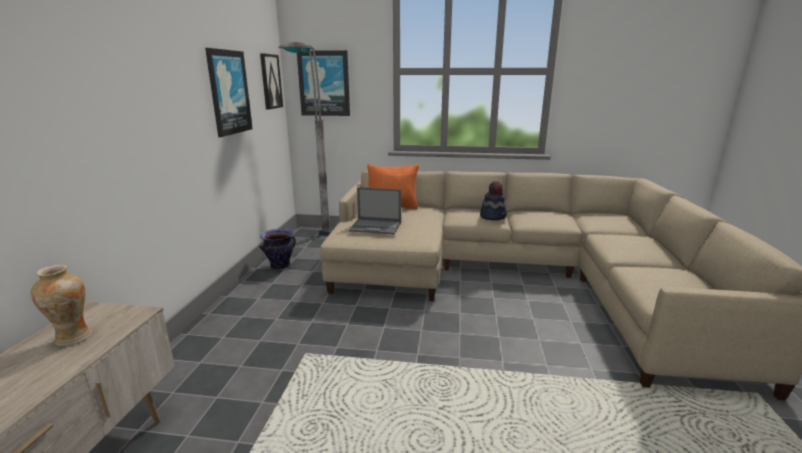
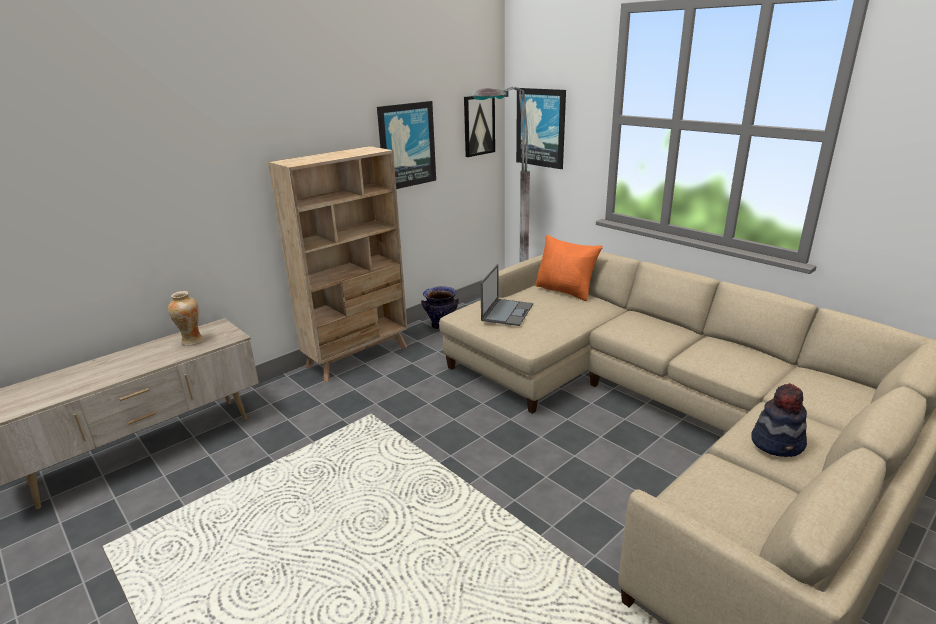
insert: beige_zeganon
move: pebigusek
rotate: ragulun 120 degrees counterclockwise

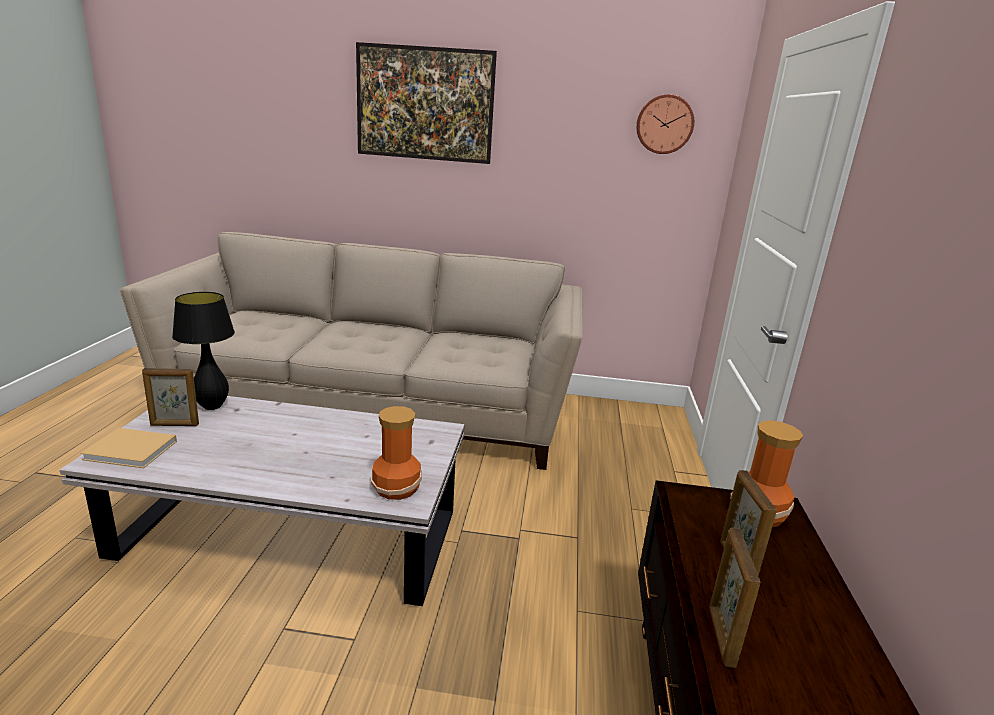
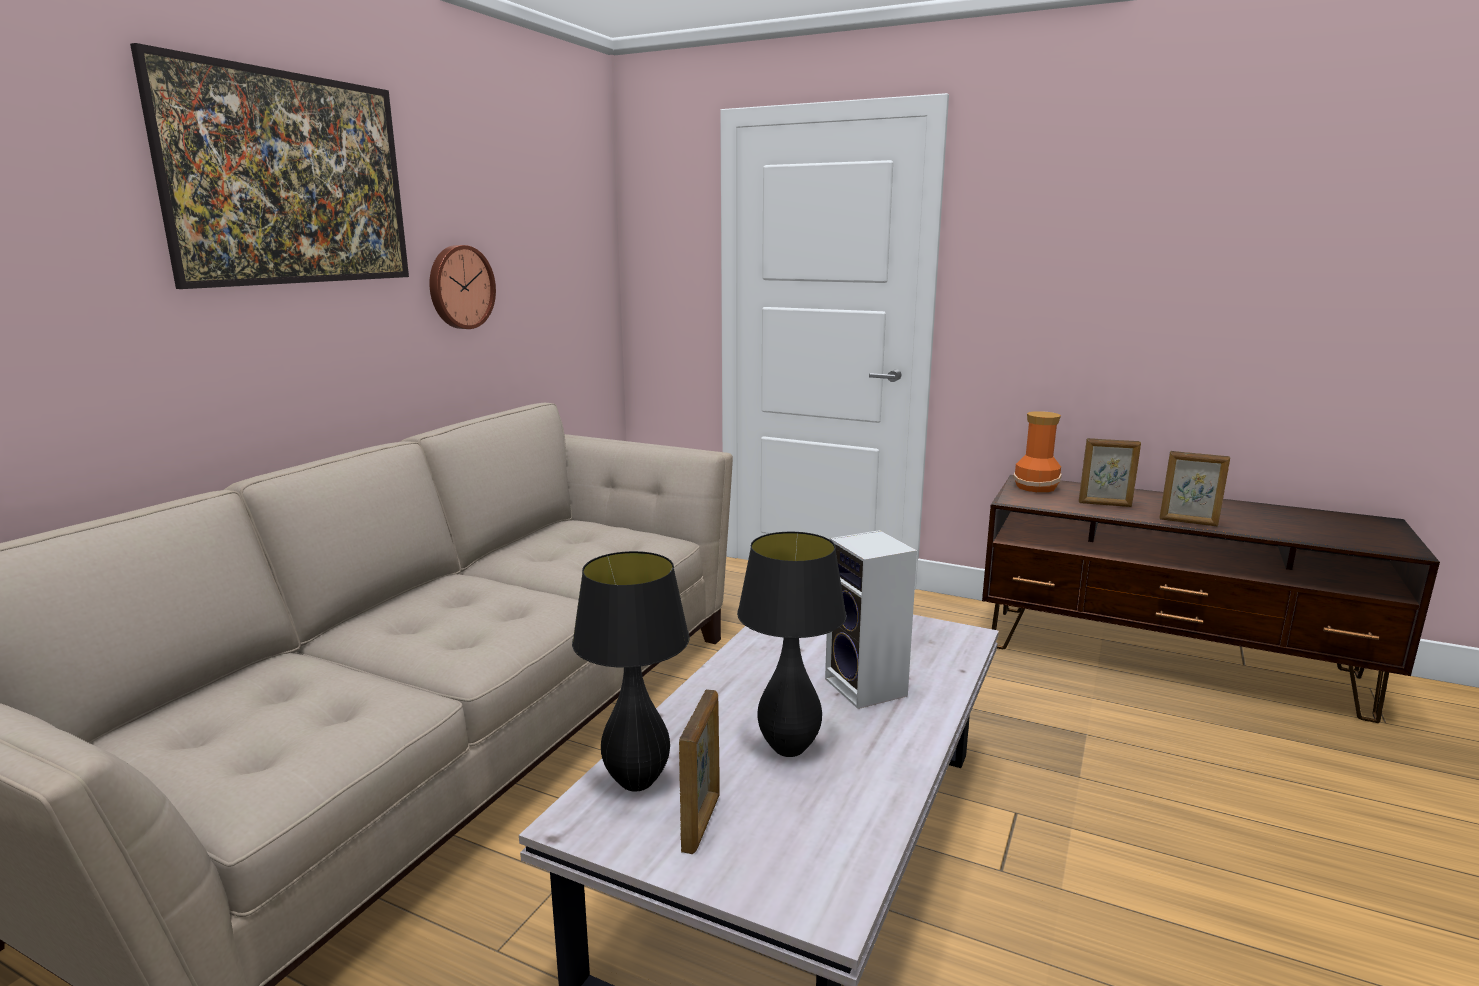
delete: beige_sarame; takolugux (1st from left)
insert: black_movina (2nd from left); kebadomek
move: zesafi

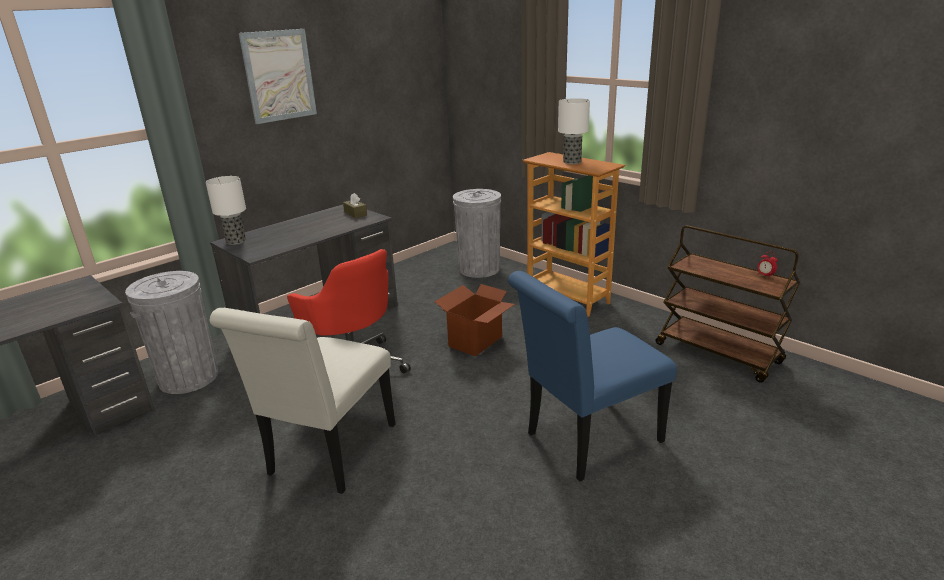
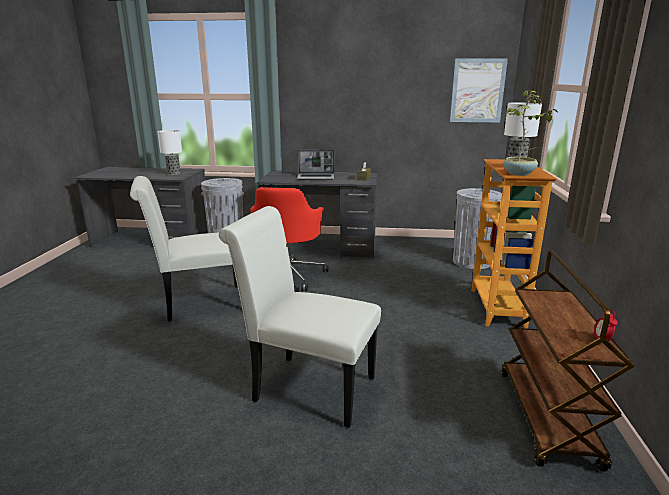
delete: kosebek
insert: ragulun; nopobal
move: movina (1st from left); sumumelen
recolor: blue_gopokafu to white_gopokafu (2nd from left)

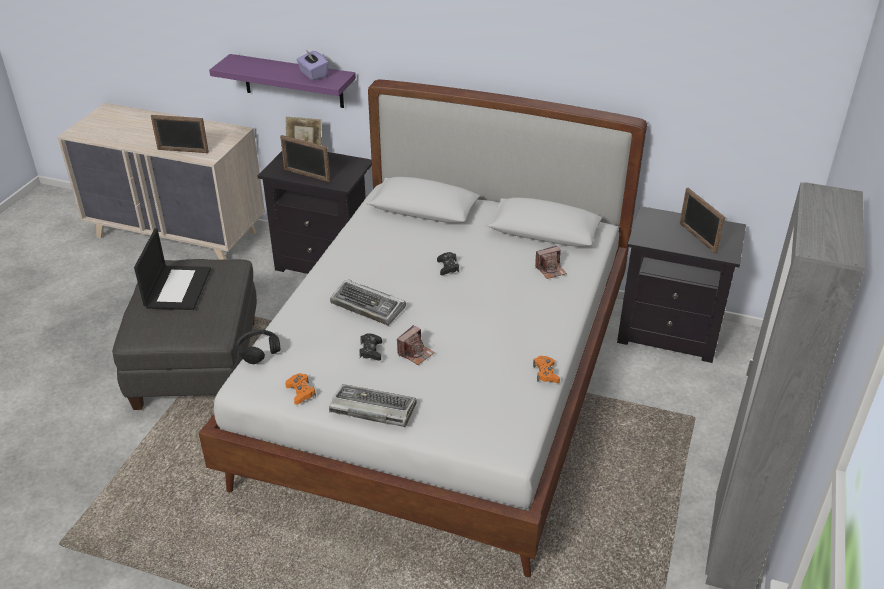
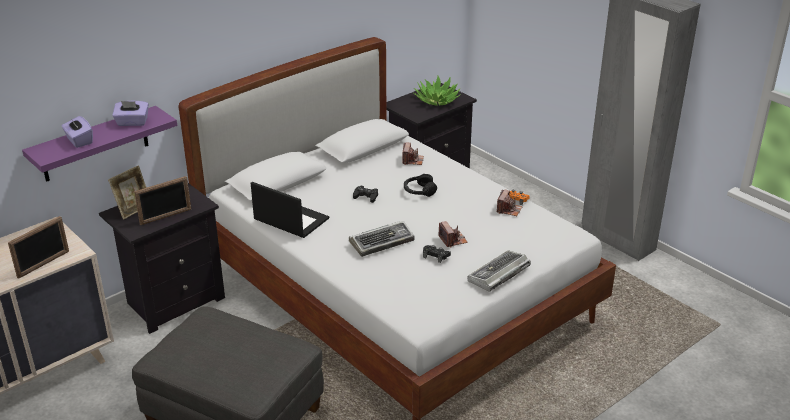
delete: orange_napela (1st from left)
insert: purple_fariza (1st from left); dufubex (3rd from left)
move: ragulun; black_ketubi
replace: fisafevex (4th from left) to nopobal

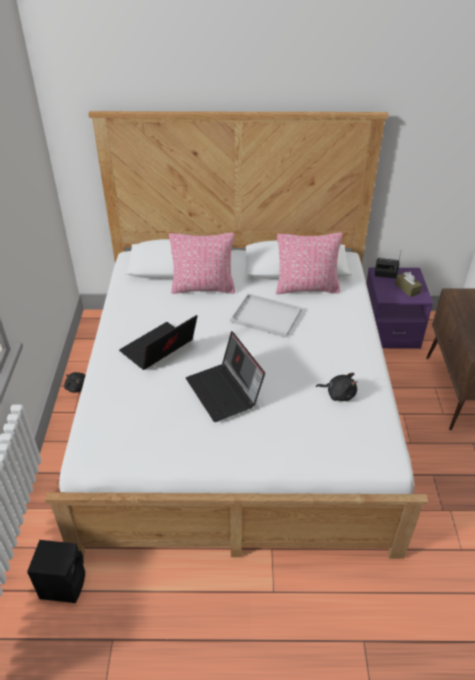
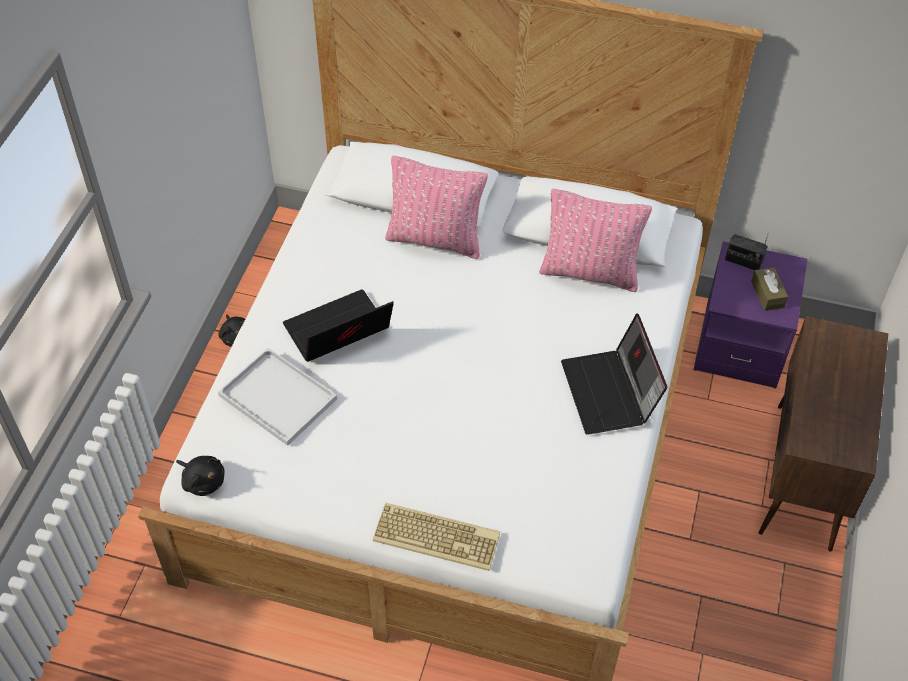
delete: black_kebadomek
insert: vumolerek
move: ragulun (2nd from left); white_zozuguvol; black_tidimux (2nd from left in the first image) to black_tidimux (1st from left)

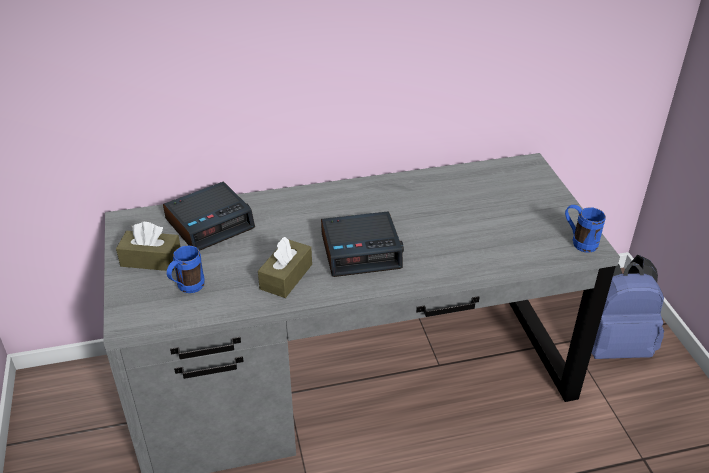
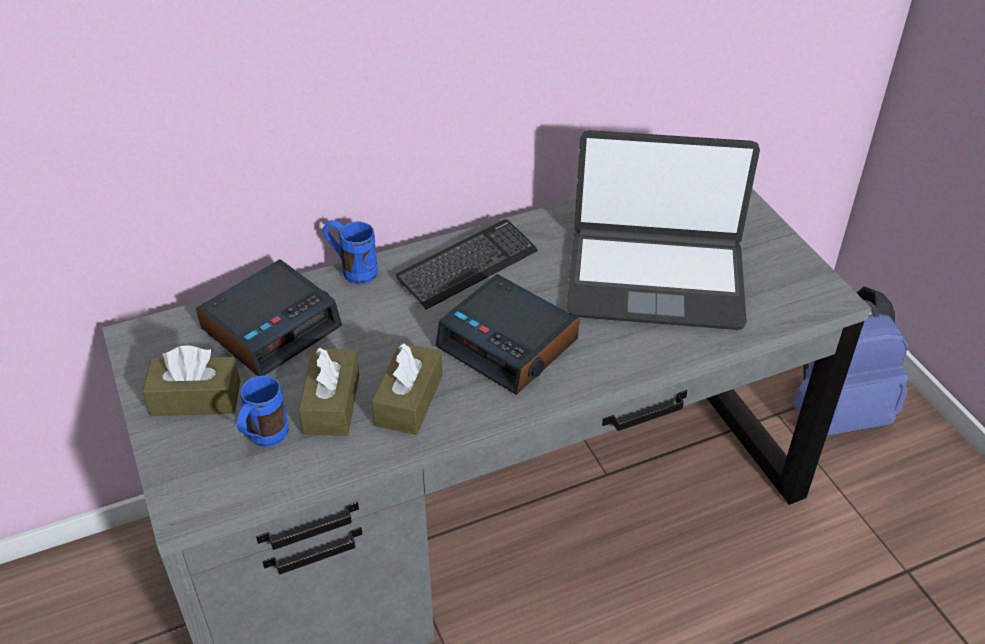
insert: brown_fariza (2nd from left); vumolerek; ragulun
move: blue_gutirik (2nd from left)
rotate: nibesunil (2nd from left) 60 degrees clockwise

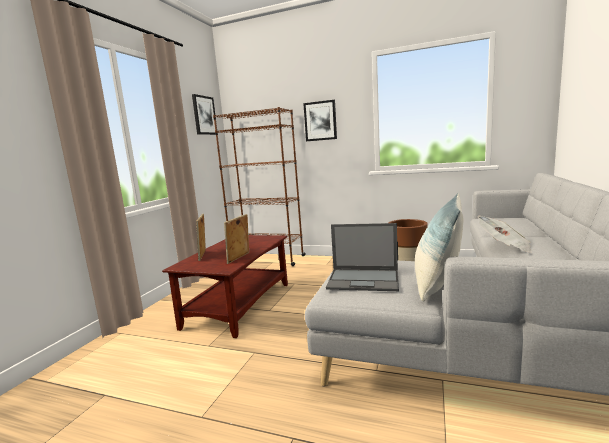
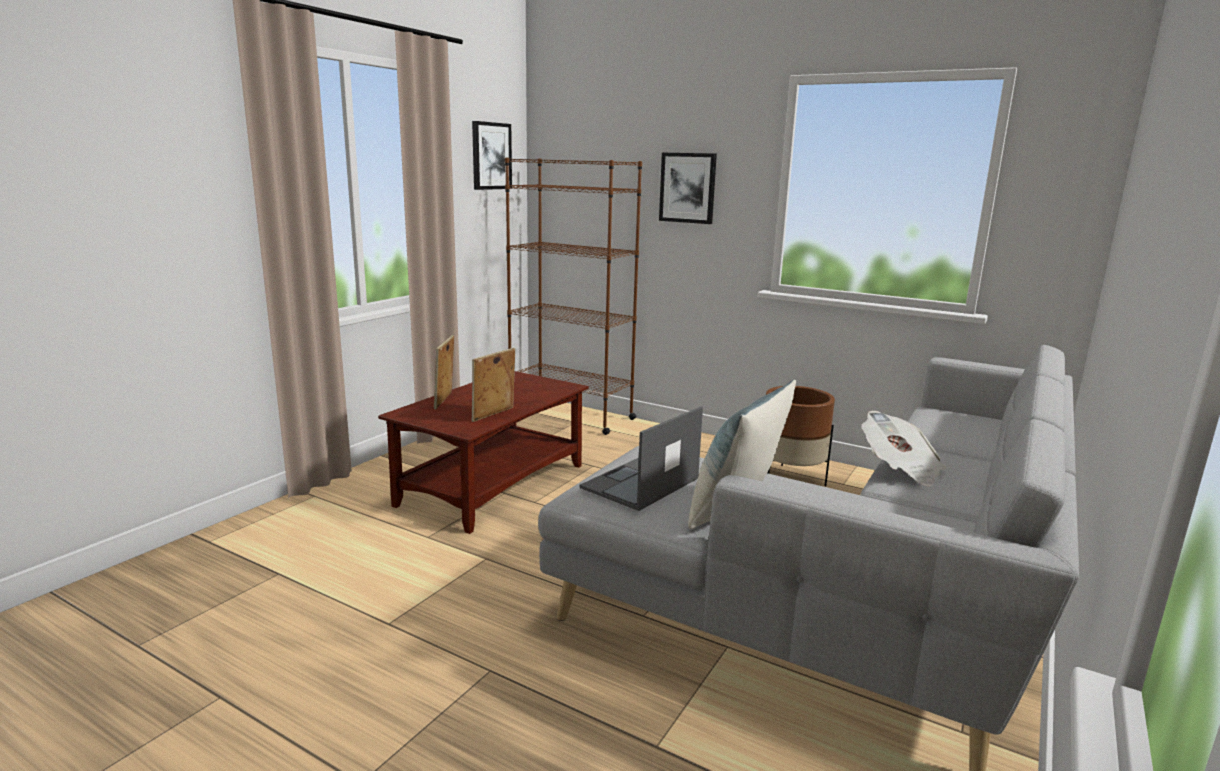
rotate: ragulun 105 degrees clockwise

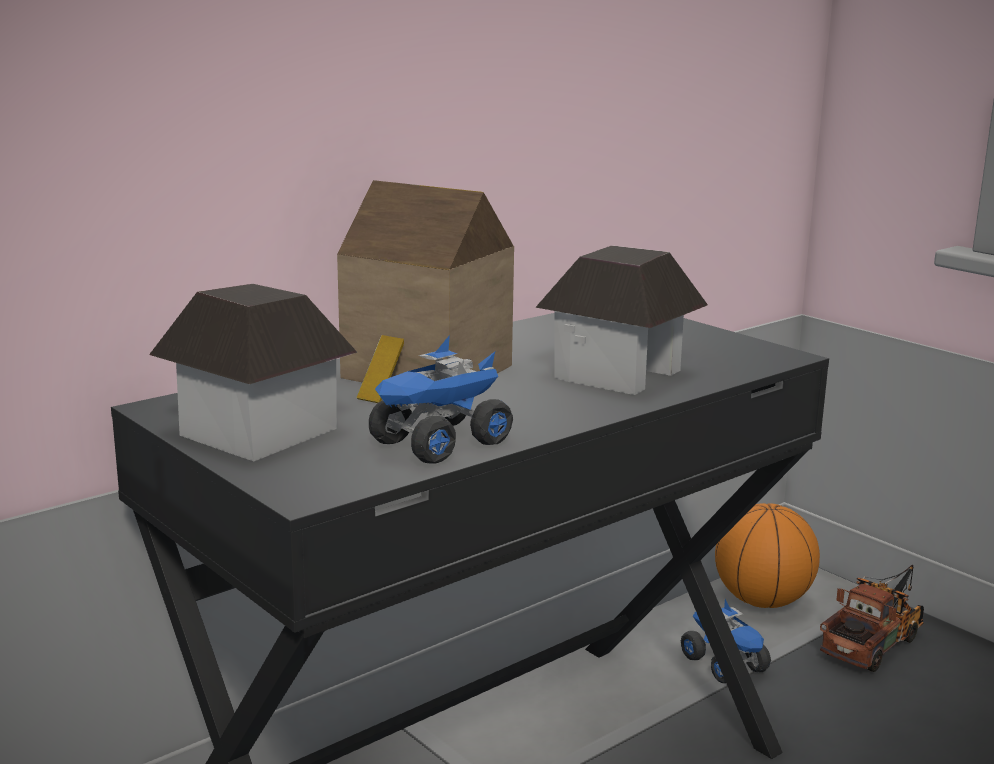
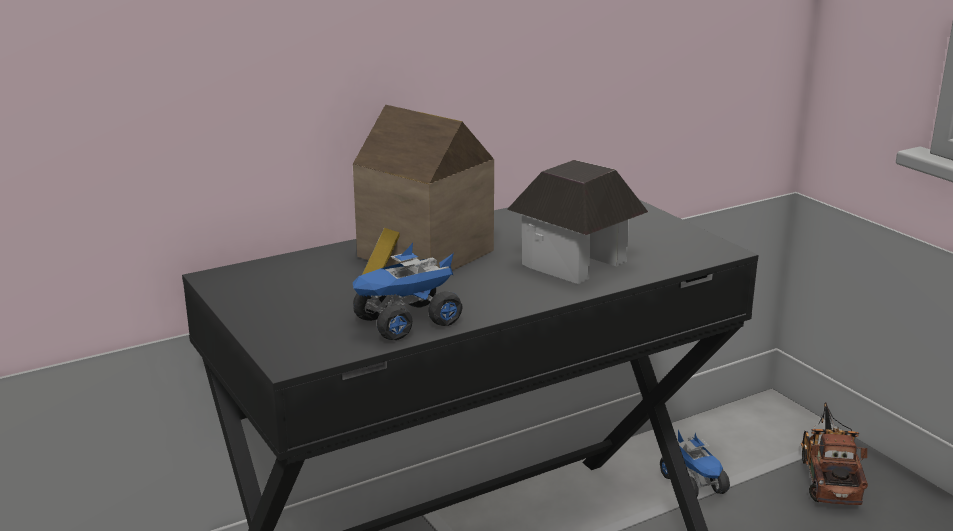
delete: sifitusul (1st from left); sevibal
rotate: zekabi (3rd from left) 45 degrees counterclockwise

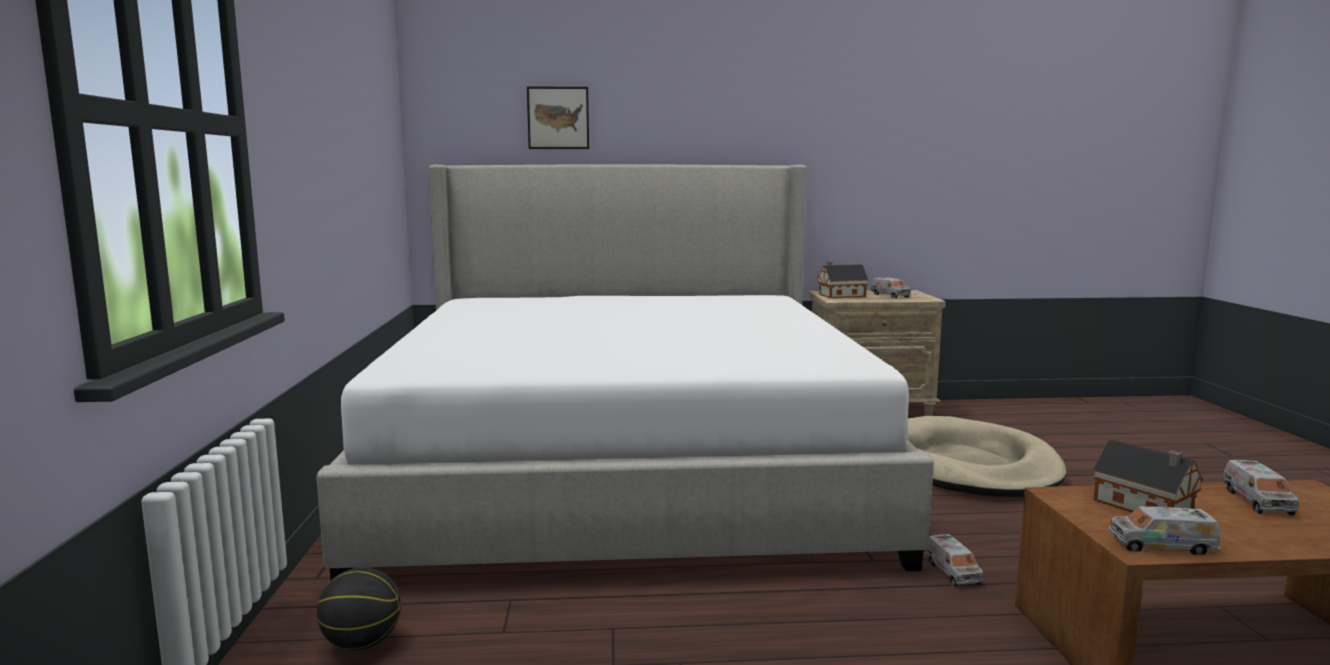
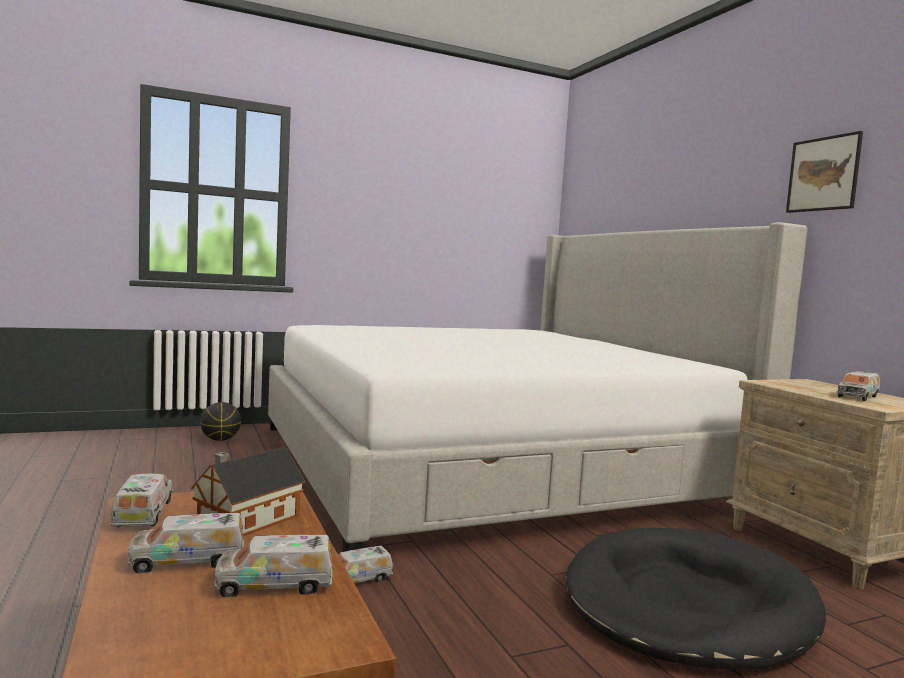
delete: sifitusul (1st from left)
insert: zekabi (2nd from left)
move: sumumelen
recolor: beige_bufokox to black_bufokox

